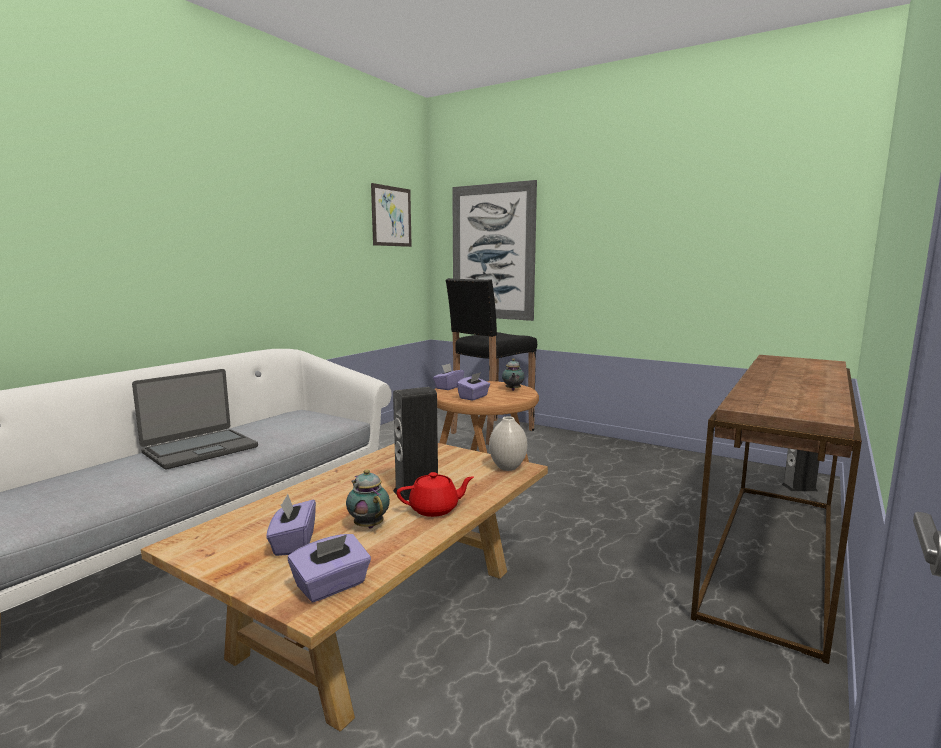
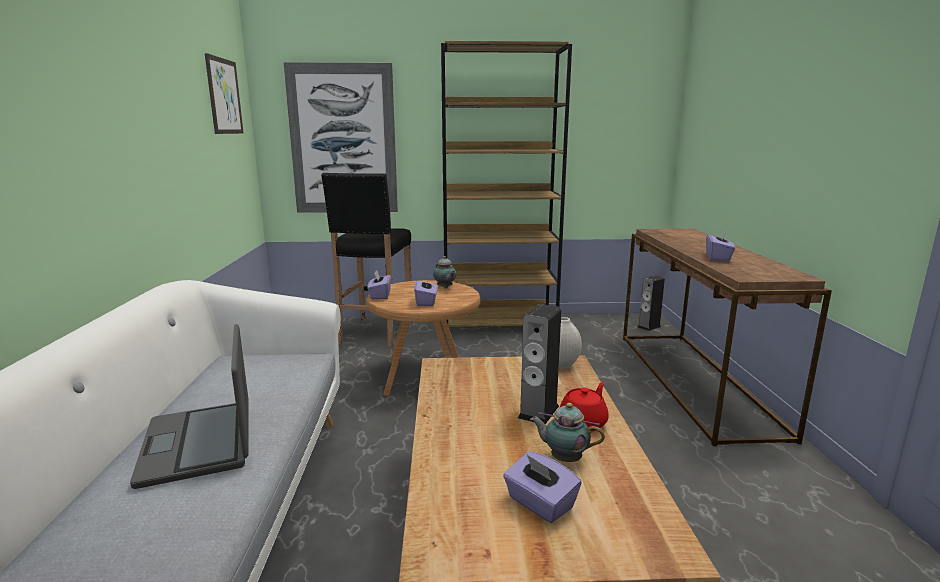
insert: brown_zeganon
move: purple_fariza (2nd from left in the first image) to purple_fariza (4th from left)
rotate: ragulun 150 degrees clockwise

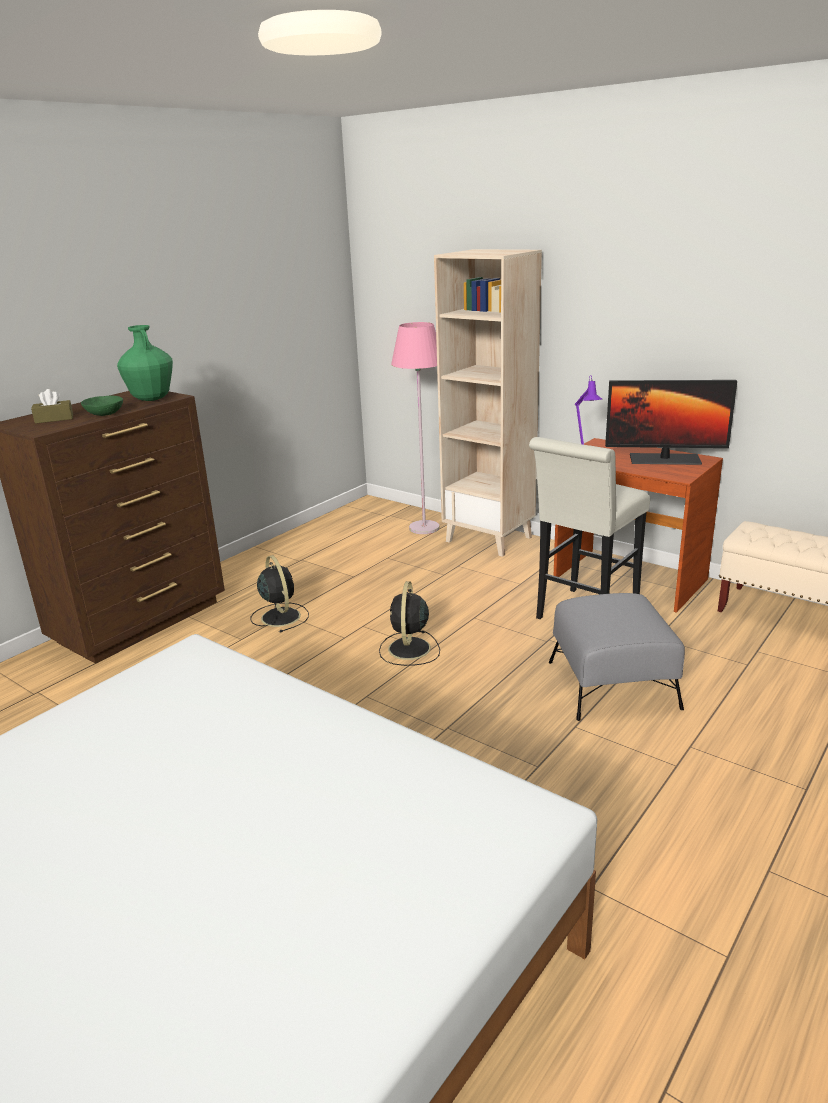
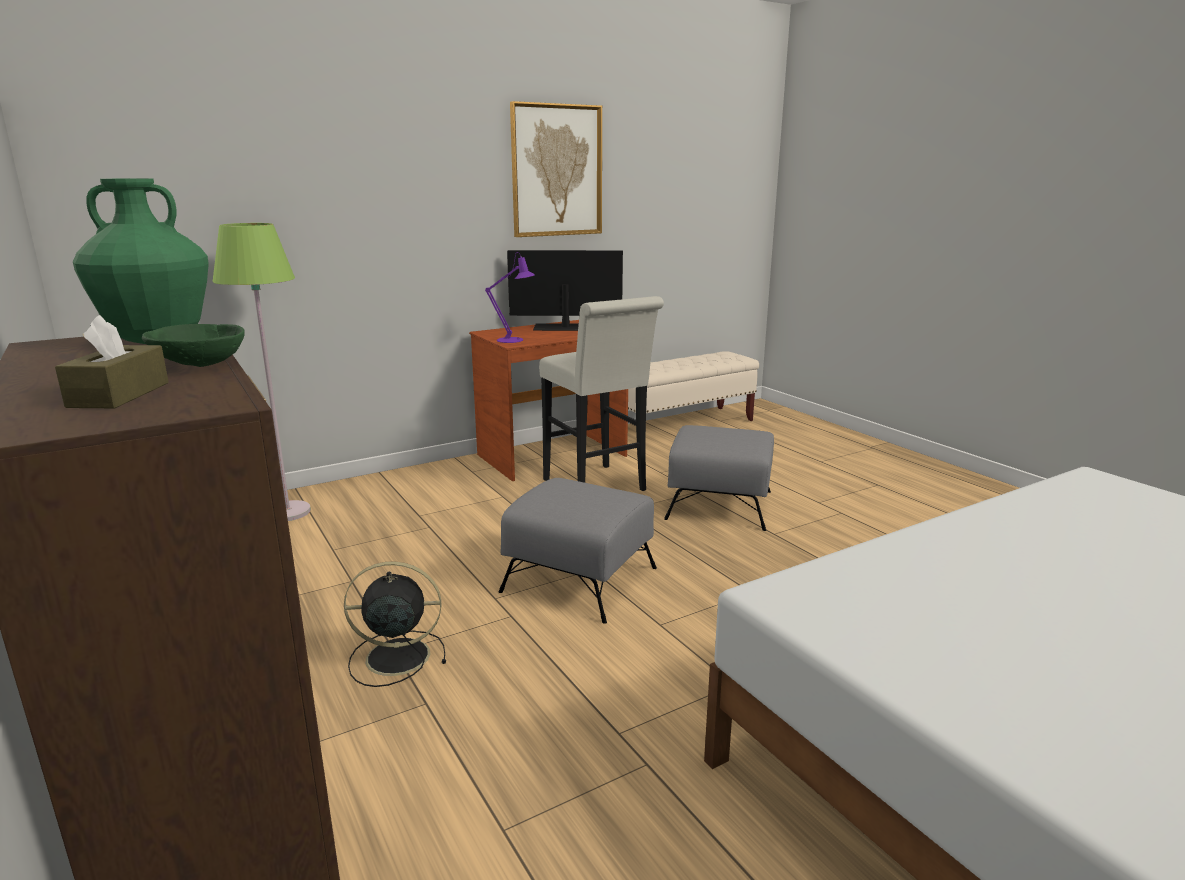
delete: beige_zeganon
insert: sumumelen
replace: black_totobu (2nd from left) to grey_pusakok (1st from left)
recolor: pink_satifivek to green_satifivek
rotate: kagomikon 120 degrees counterclockwise

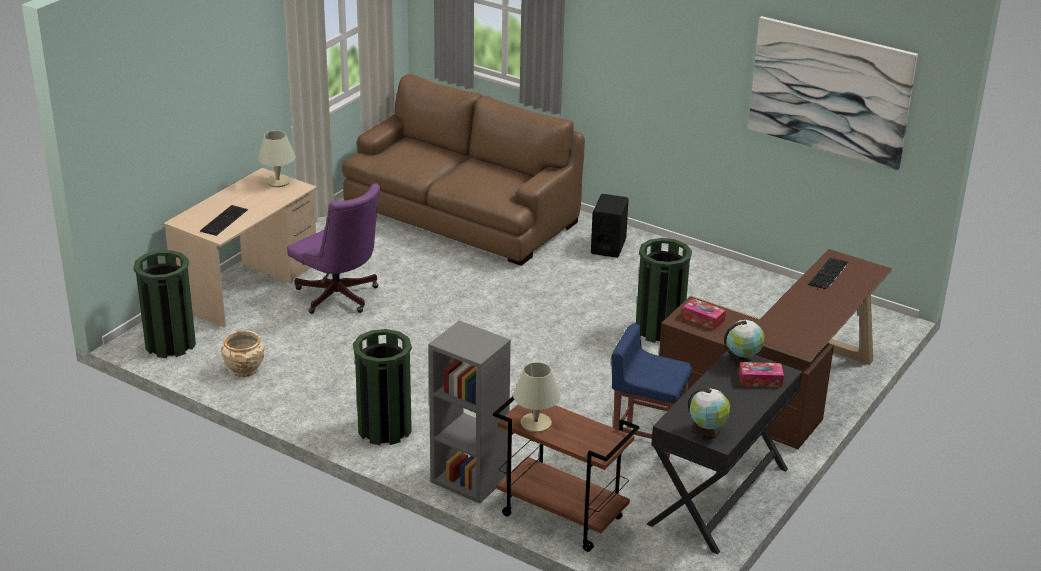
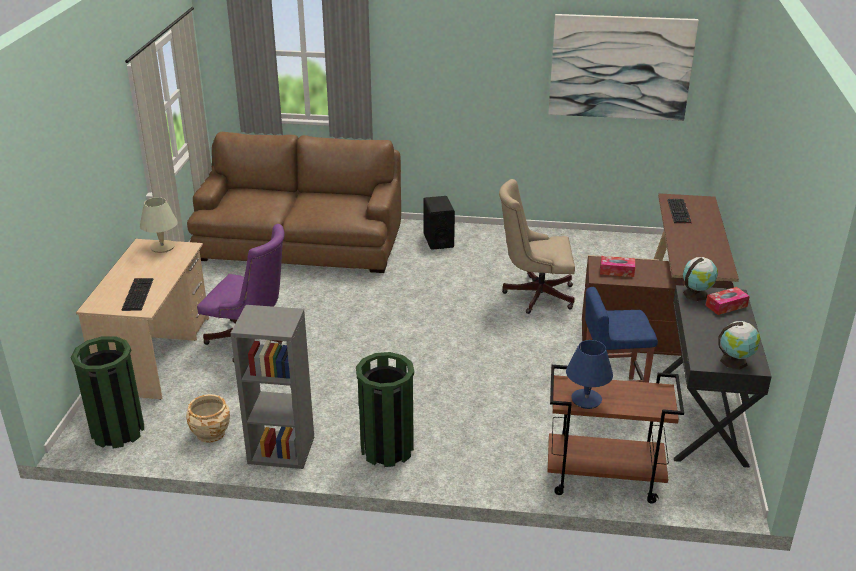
move: grey_zeganon
replace: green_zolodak (3rd from left) to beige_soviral
recolor: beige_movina (2nd from left) to blue_movina

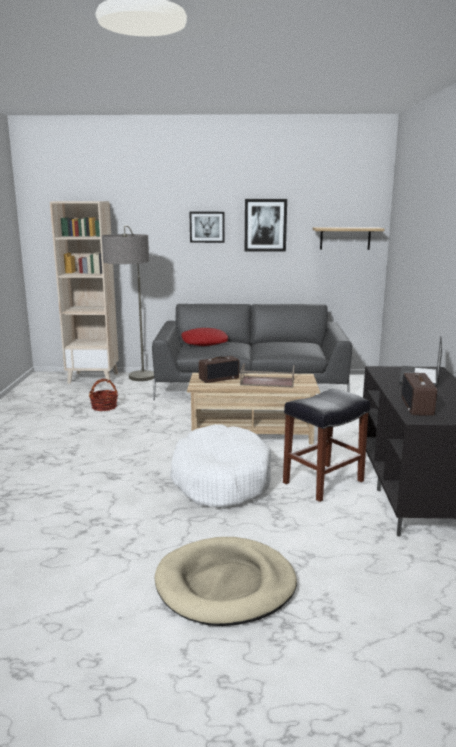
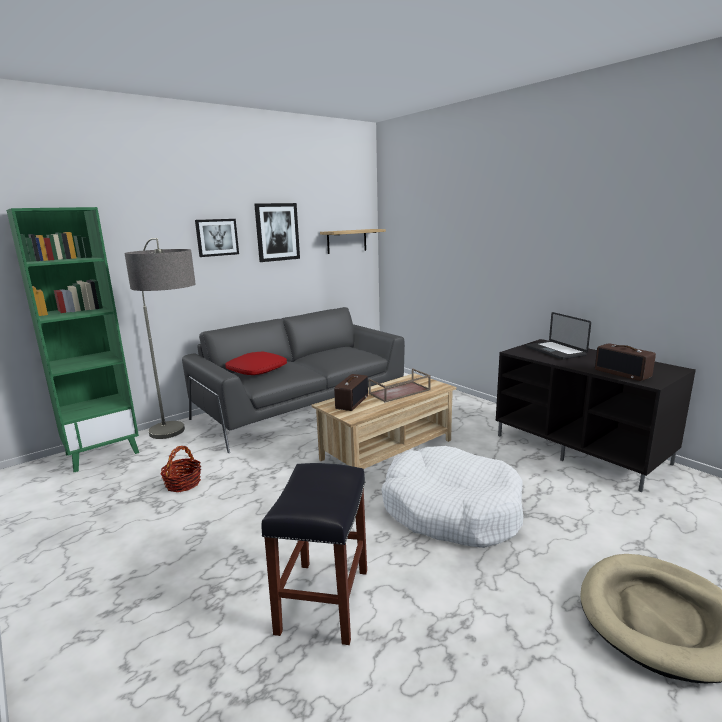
move: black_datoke
recolor: beige_zeganon to green_zeganon

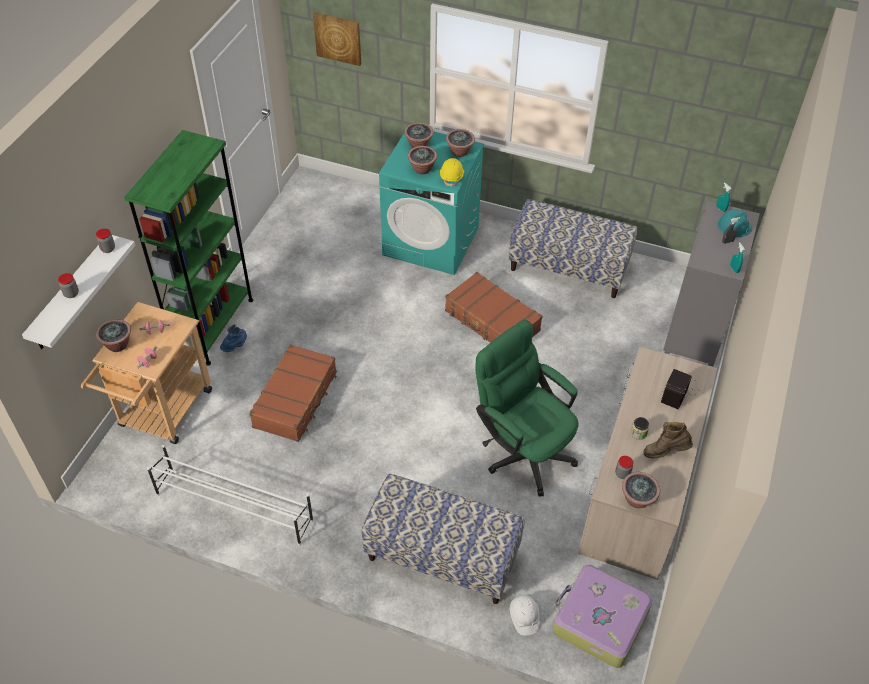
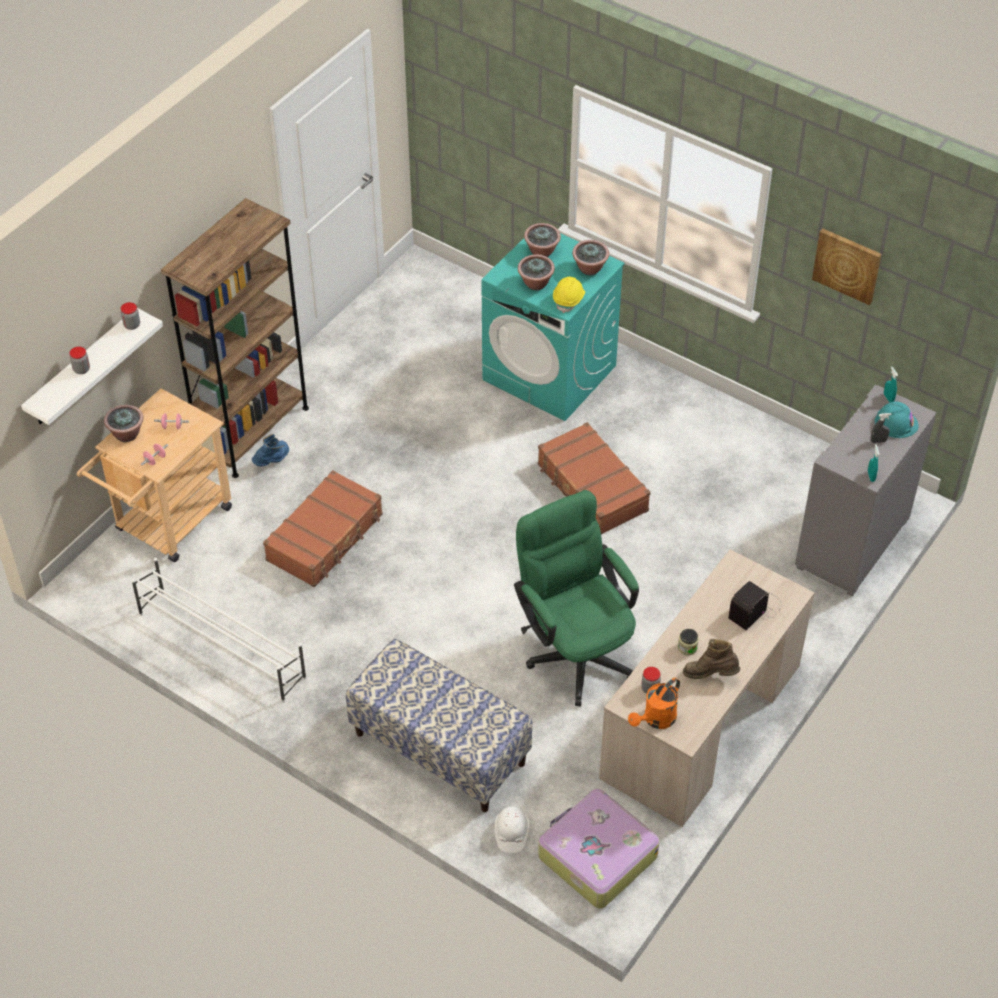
delete: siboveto (2nd from left)
move: sumumelen
replace: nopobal (5th from left) to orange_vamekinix
recolor: green_zeganon to brown_zeganon

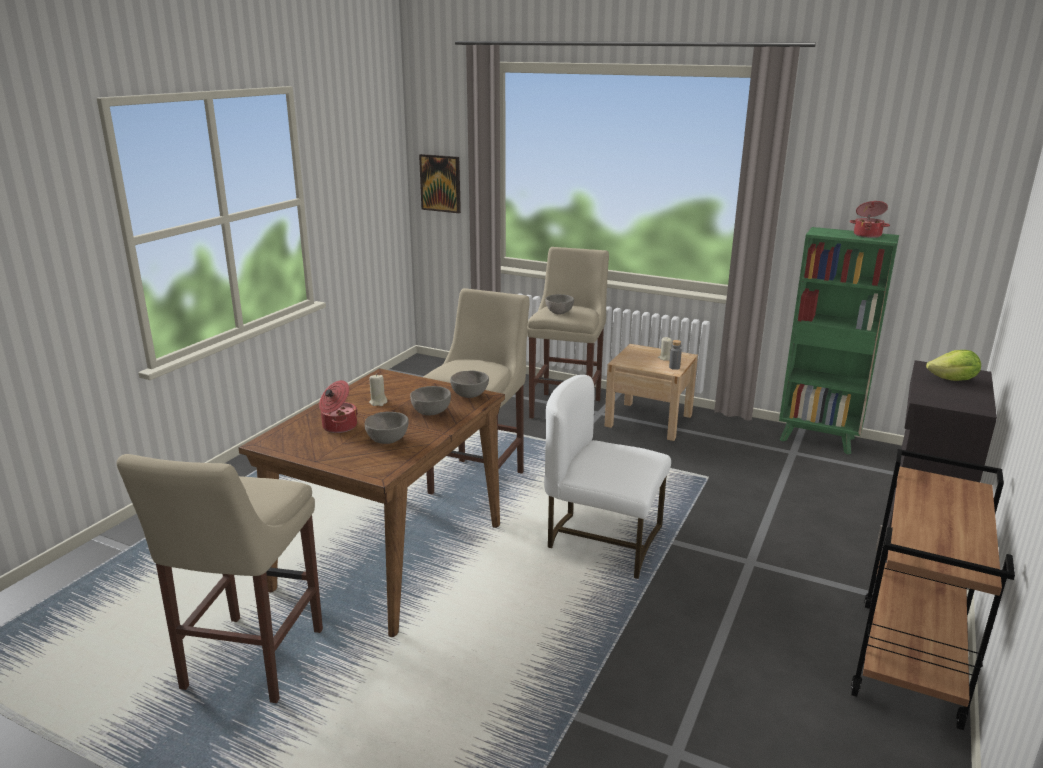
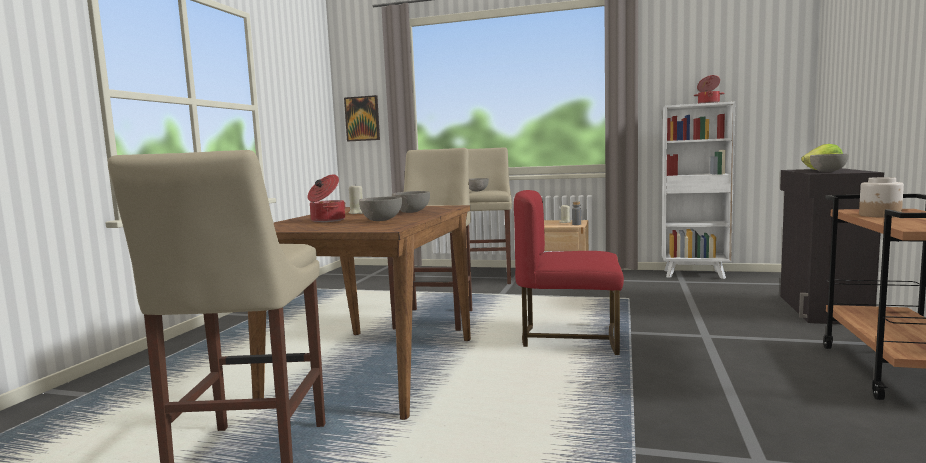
insert: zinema
move: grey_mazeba (3rd from left in the first image) to grey_mazeba (4th from left)
recolor: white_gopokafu to red_gopokafu; green_zeganon to white_zeganon

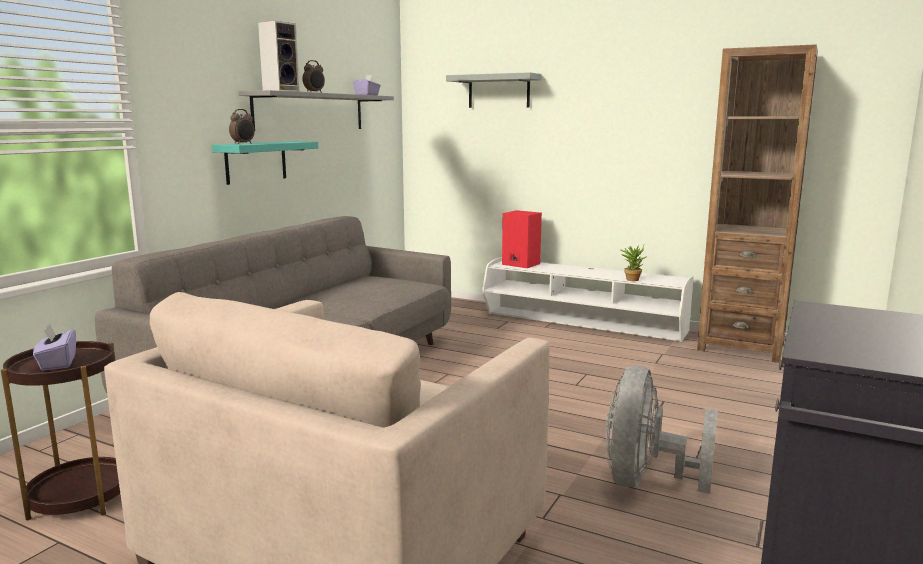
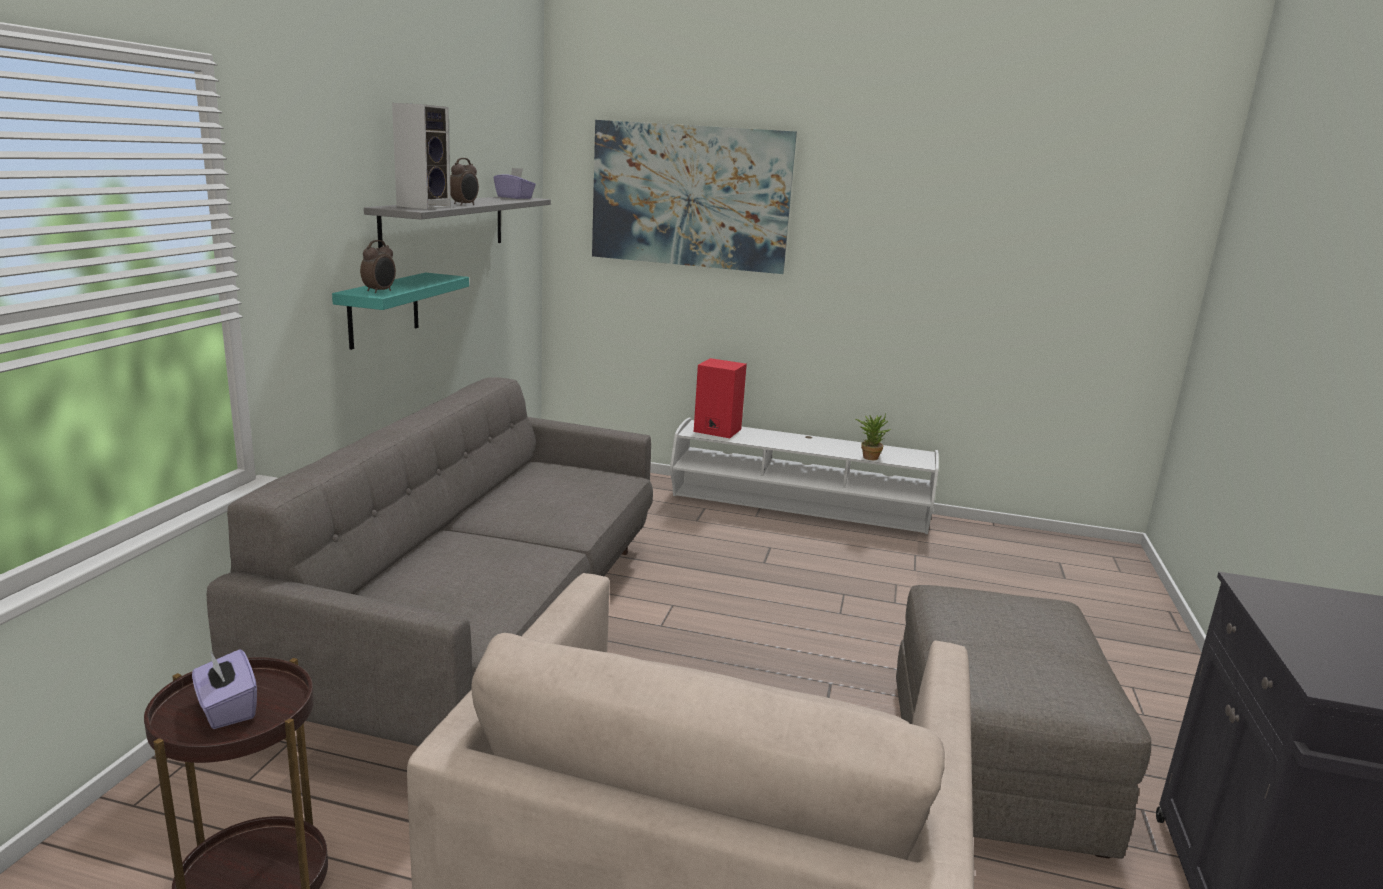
delete: brown_zeganon
replace: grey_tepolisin (2nd from left) to sumumelen; grey_totobu to grey_pusakok

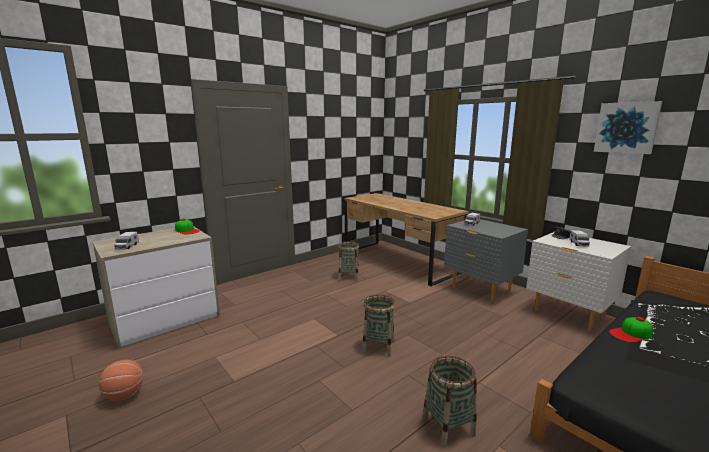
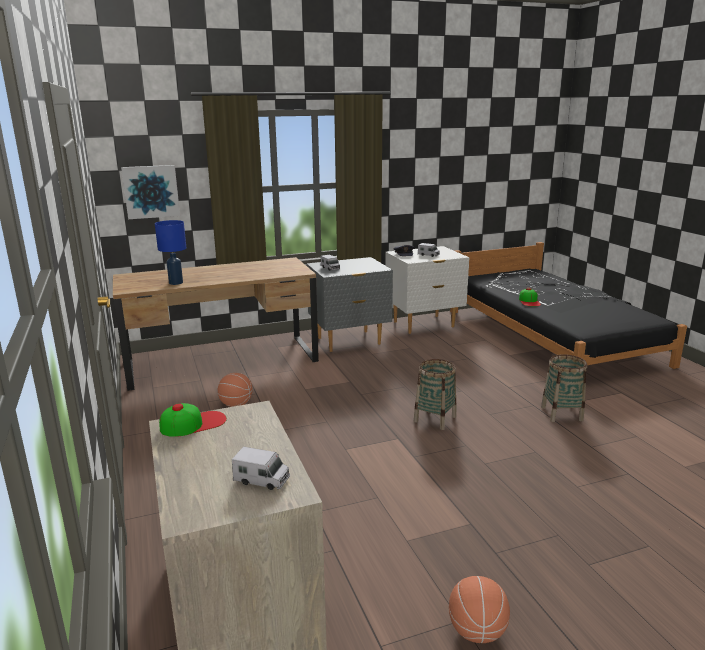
insert: blue_movina
move: sumumelen
replace: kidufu (1st from left) to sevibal (1st from left)

